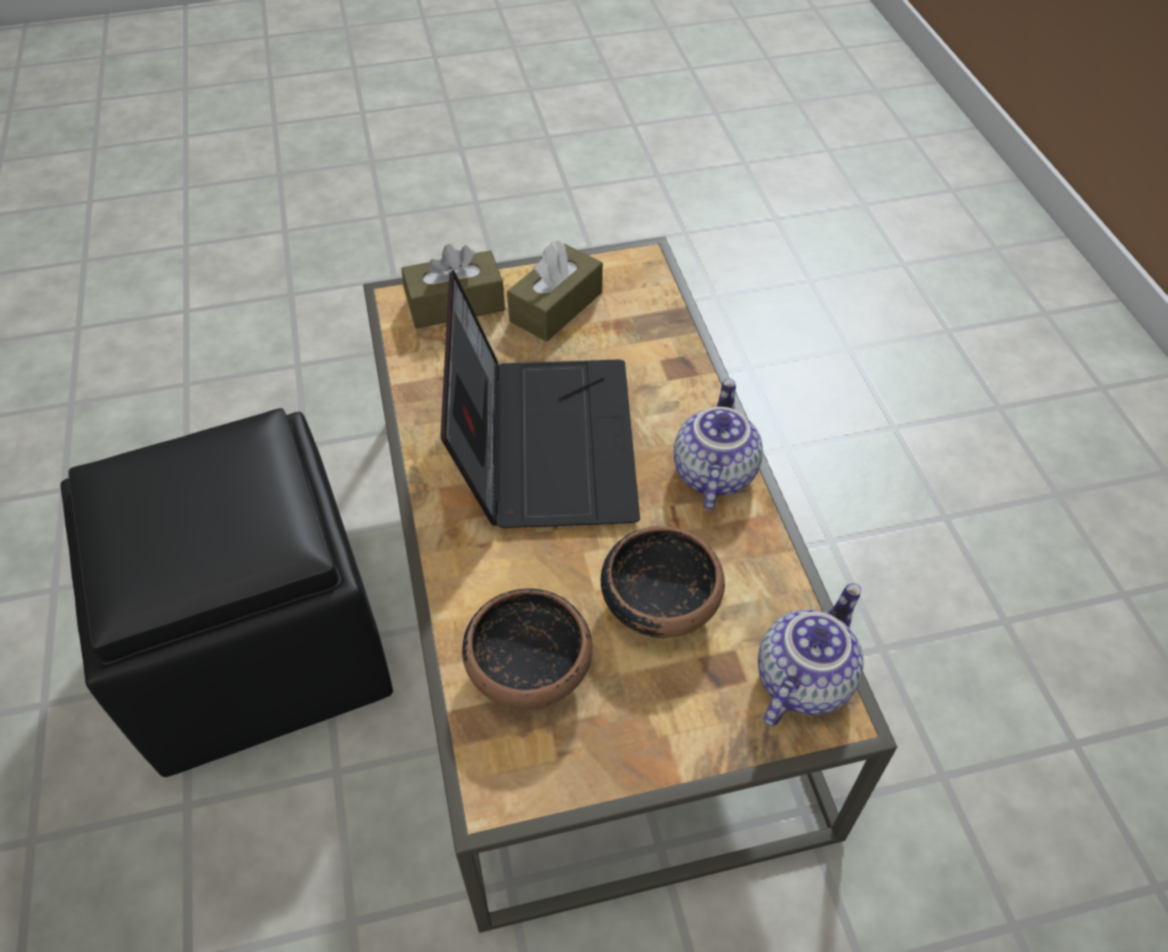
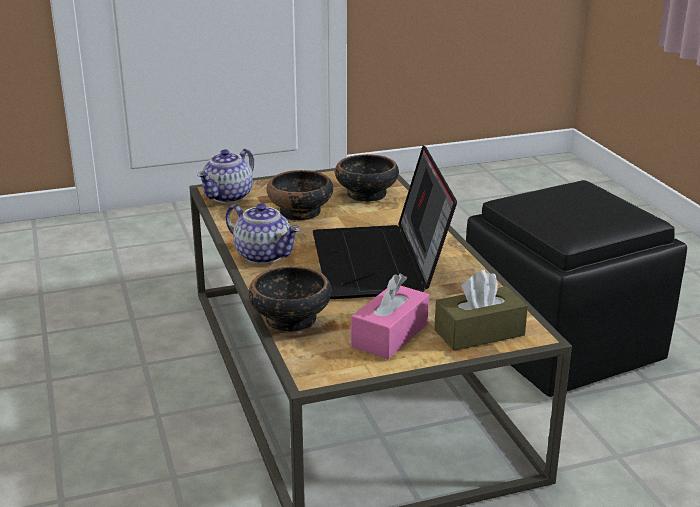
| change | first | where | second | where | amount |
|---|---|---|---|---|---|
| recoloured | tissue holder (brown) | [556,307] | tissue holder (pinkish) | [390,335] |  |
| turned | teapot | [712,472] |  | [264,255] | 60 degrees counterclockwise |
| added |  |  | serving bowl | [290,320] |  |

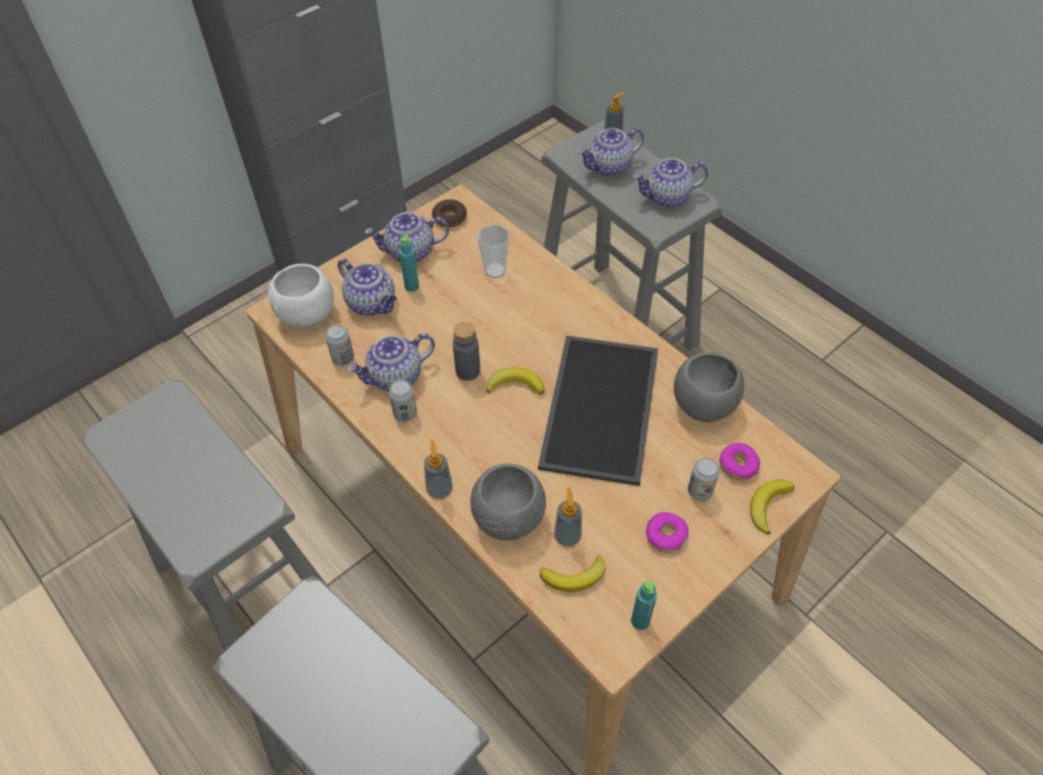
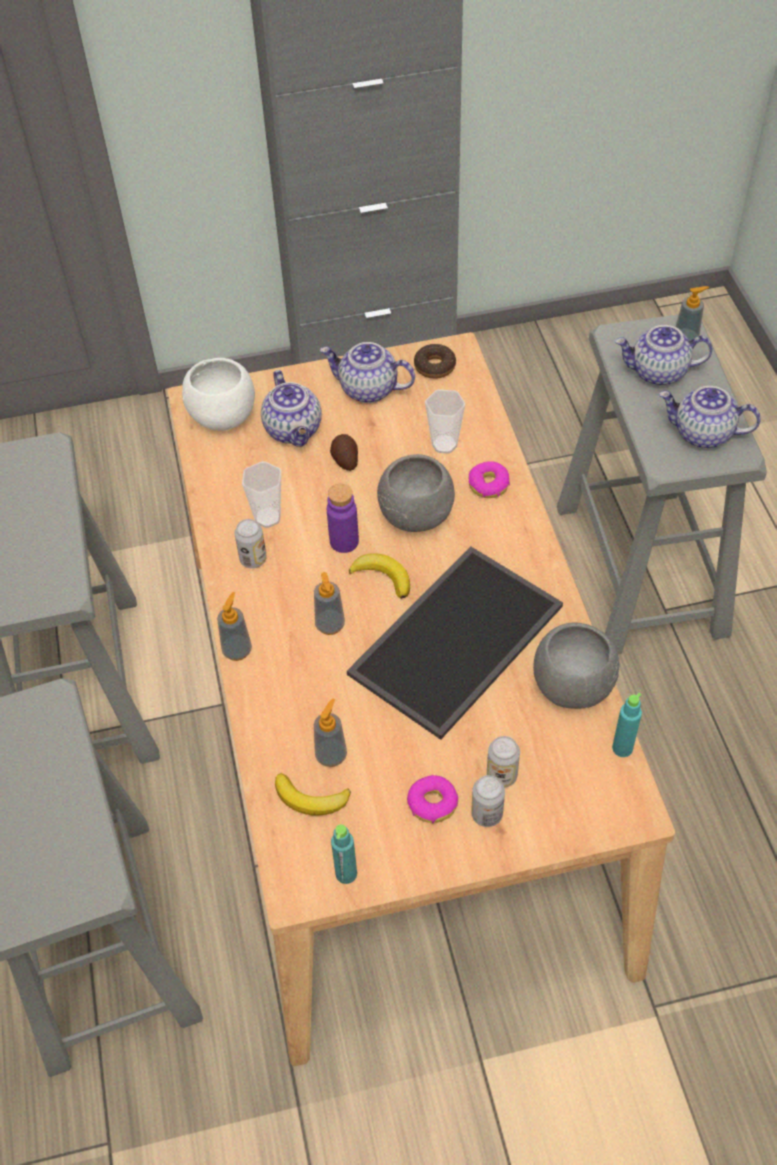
| change | first | where | second | where | amount |
|---|---|---|---|---|---|
| moved | bottle (turquoise-coloured) | [412,286] |  | [622,748] |  |
| recoloured | bottle (gray) | [468,371] | bottle (purple) | [344,541] |  |
| moved | can | [343,358] |  | [487,814] |  |
| replaced | teapot | [395,377] | cup | [268,517] |  |
| moved | ring doughnut | [738,465] |  | [488,485] |  |
| moved | serving bowl (gray) | [509,518] |  | [417,516] |  |
| removed | whole banana | [768,505] |  |  |  |
| added |  |  | whole potato | [345,459] |  |
| added |  |  | soap dispenser | [330,625] |  |

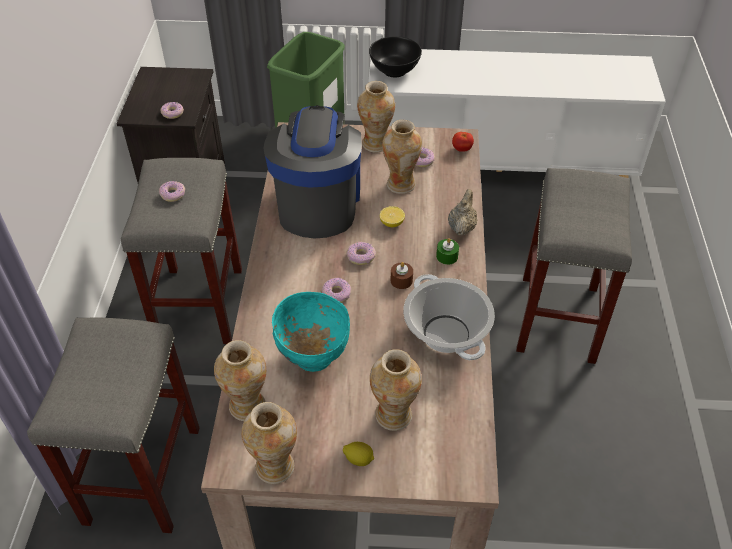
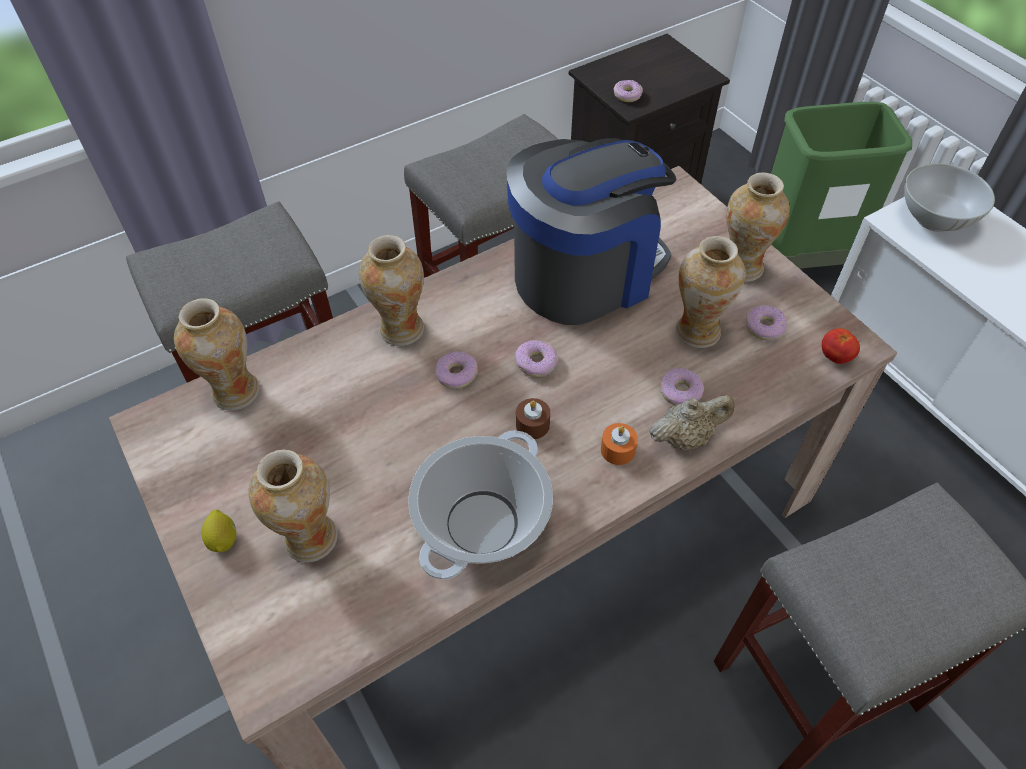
| change | first | where | second | where | amount |
|---|---|---|---|---|---|
| recoloured | serving bowl (black-coloured) | [394,70] | serving bowl (white-coloured) | [934,218] |  |
| moved | ring doughnut | [173,194] |  | [680,392] |  |
| removed | whole lemon | [391,223] |  |  |  |
| recoloured | candle (greenish) | [447,256] | candle (orangey) | [618,450] |  |
| removed | serving bowl (turquoise-coloured) | [313,357] |  |  |  |
| moved | decorative vase | [275,467] |  | [401,329] |  |

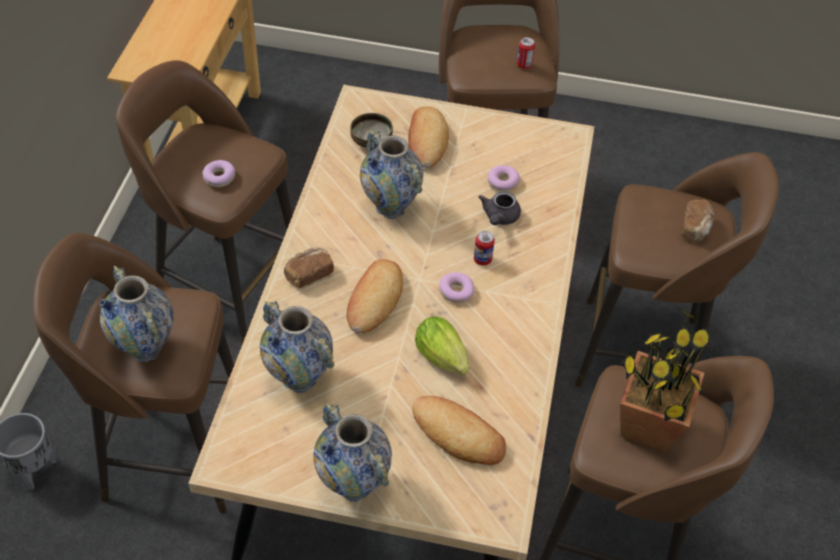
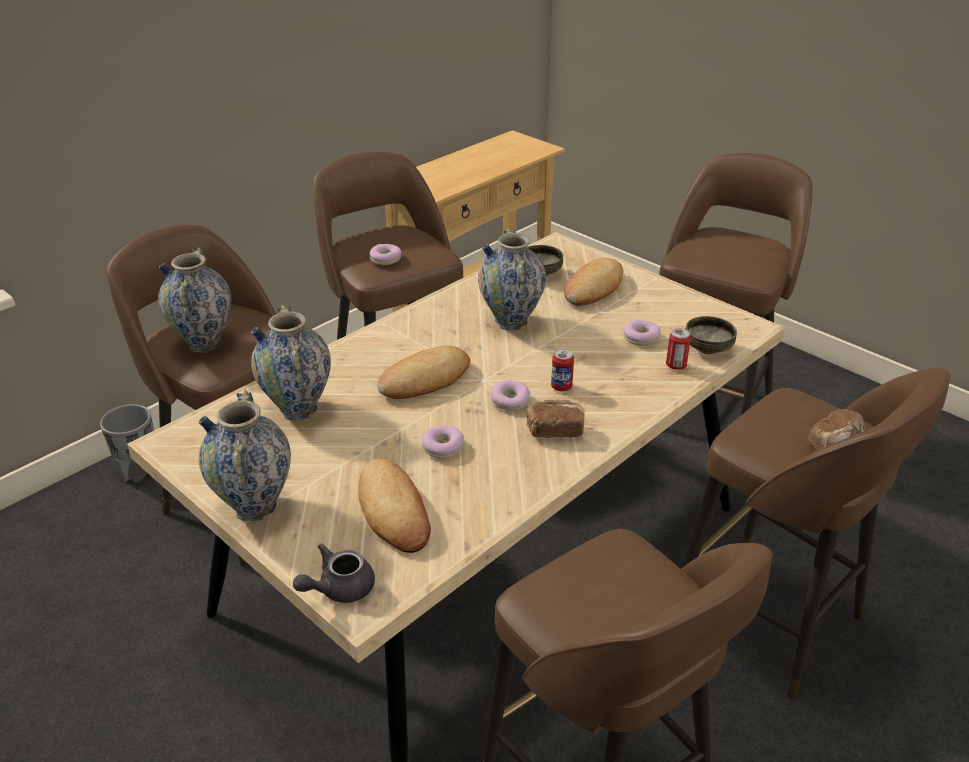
| change | first | where | second | where | amount |
|---|---|---|---|---|---|
| moved | can | [524,65] |  | [676,365] |  |
| moved | teapot (gray) | [499,218] |  | [338,588] |  |
| moved | bread | [308,274] |  | [555,430] |  |
| removed | potted plant | [648,426] |  |  |  |
| replaced | lettuce head | [444,359] | ring doughnut | [443,447] |  |
| added |  |  | serving bowl | [707,349] |  |

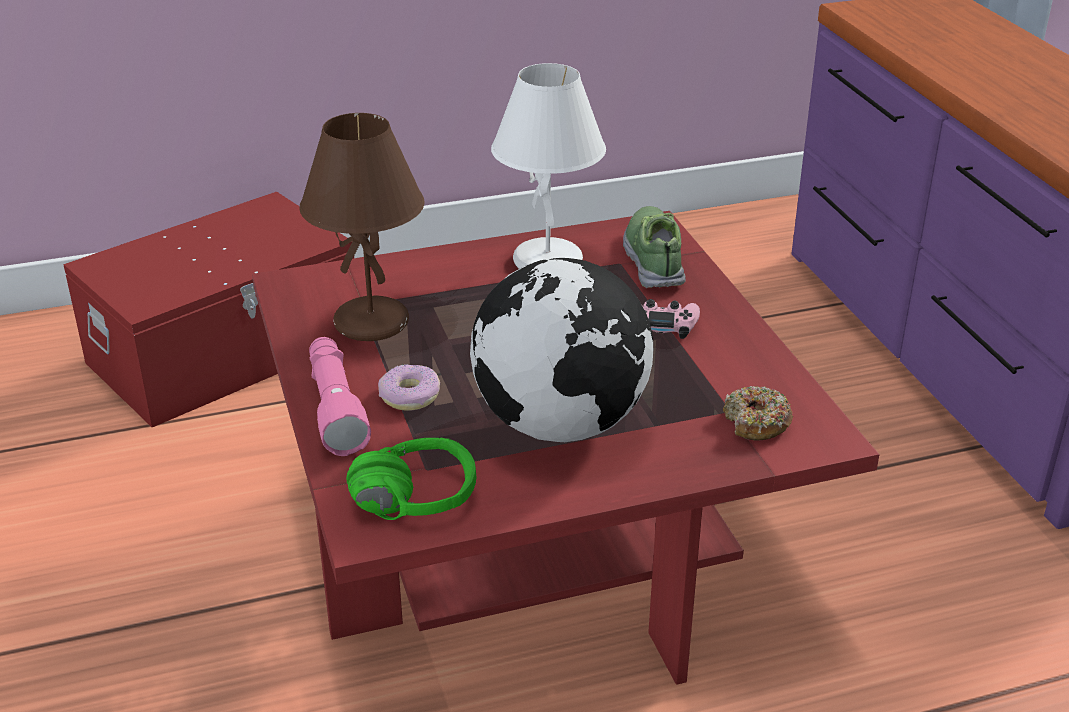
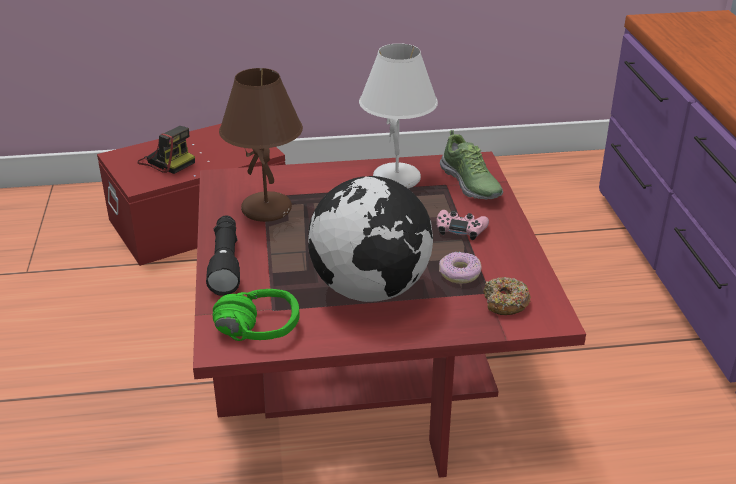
| change | first | where | second | where | amount |
|---|---|---|---|---|---|
| turned | item of footwear | [655,259] |  | [470,184] | 150 degrees clockwise |
| recoloured | torch (pinkish) | [335,407] | torch (black-coloured) | [226,263] |  |
| moved | ring doughnut | [409,396] |  | [459,273] |  |
| added |  |  | photo camera | [167,161] |  |

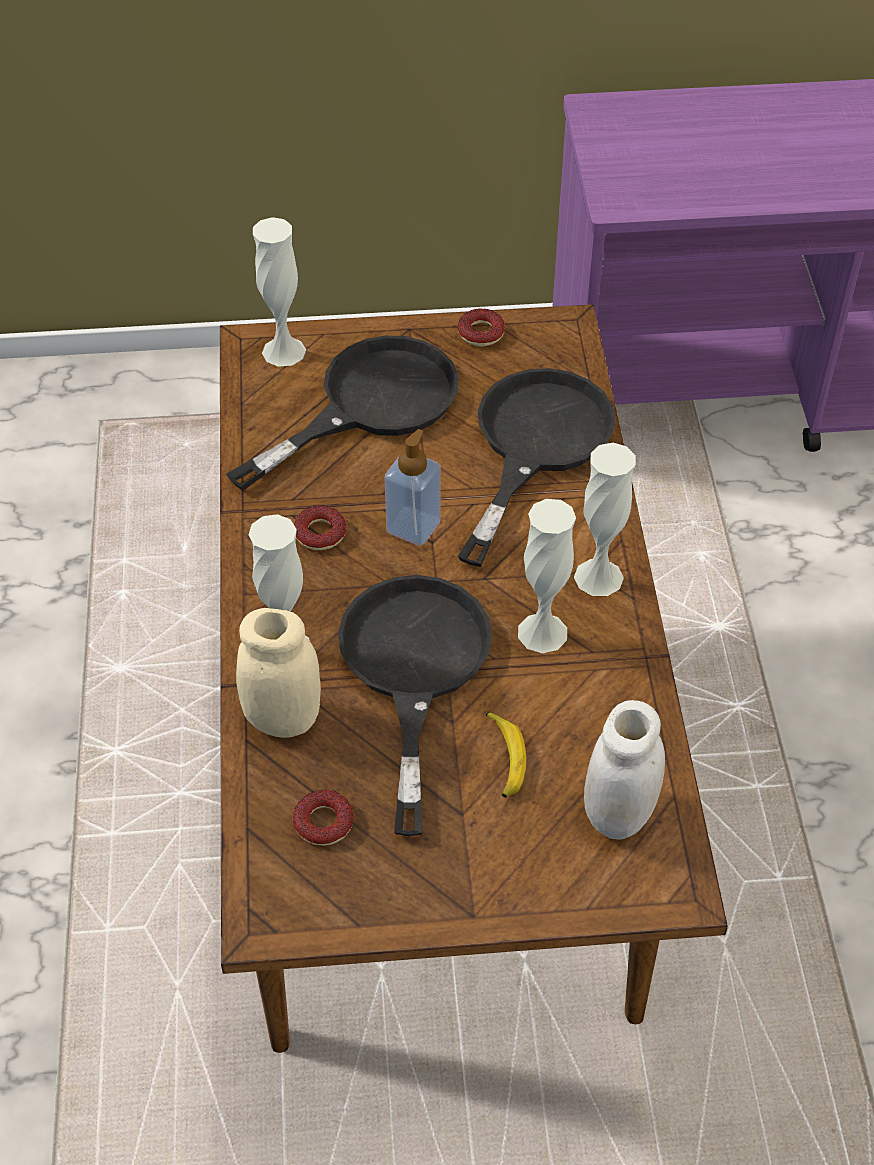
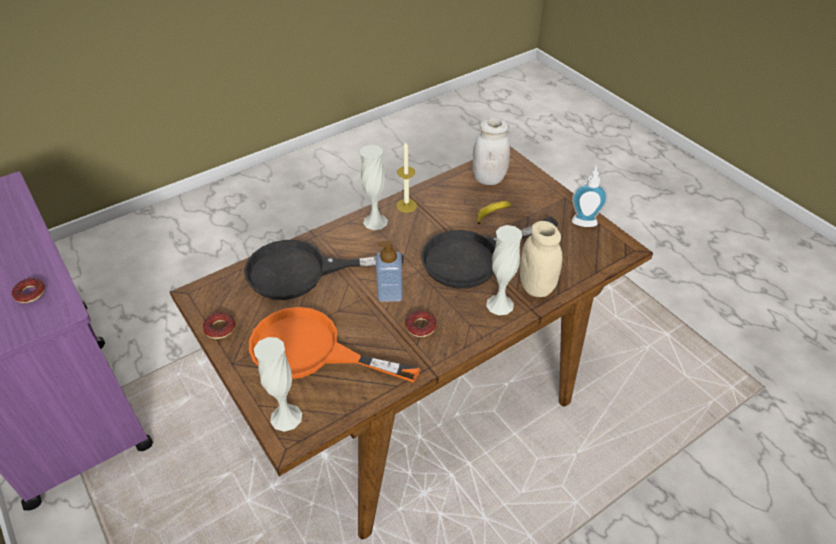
| change | first | where | second | where | amount |
|---|---|---|---|---|---|
| recoloured | pan (black-coloured) | [370,405] | pan (orangey) | [311,351] |  |
| removed | decorative vase (white-coloured) | [542,632] |  |  |  |
| moved | ring doughnut | [323,822] |  | [30,293] |  |
| added |  |  | candle | [406,205] |  |
| added |  |  | soap dispenser | [584,220] |  |

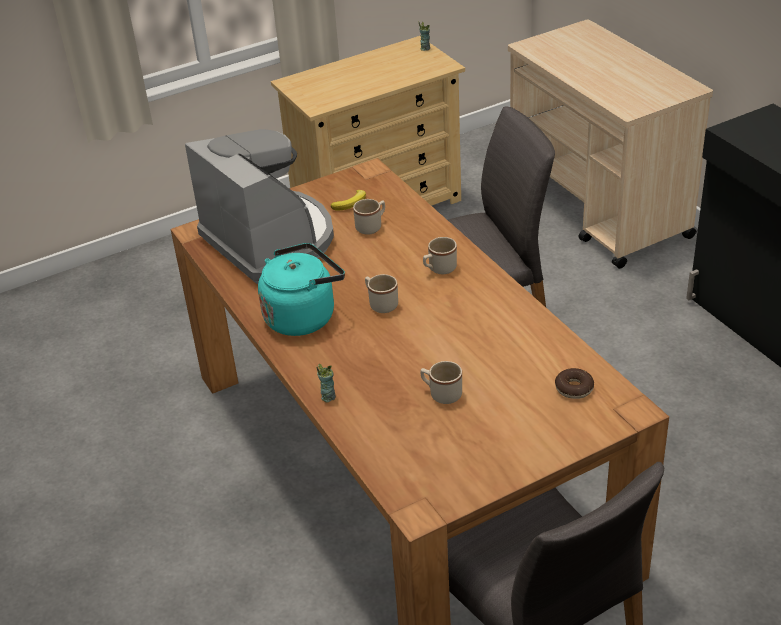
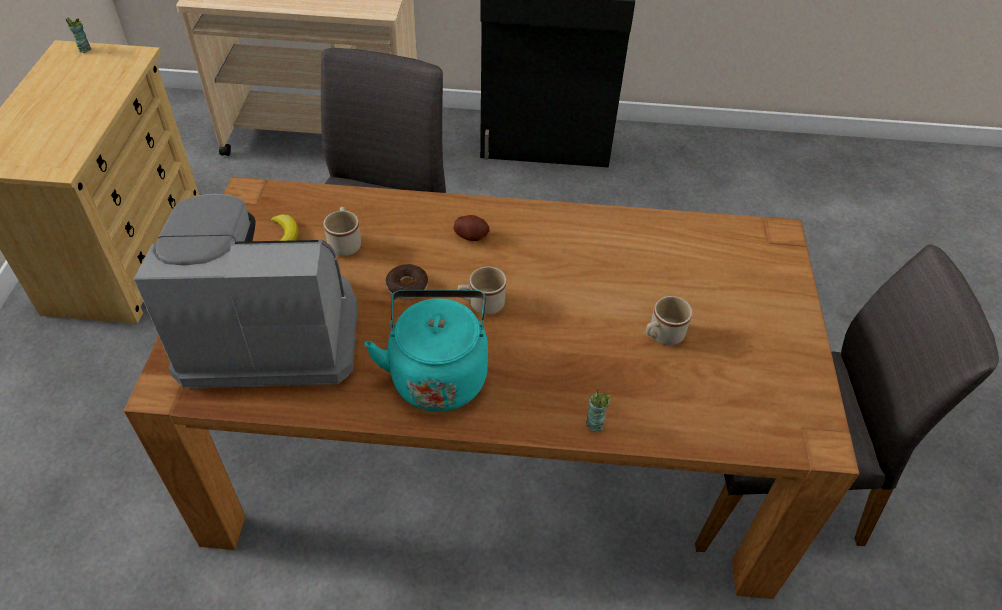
| change | first | where | second | where | amount |
|---|---|---|---|---|---|
| replaced | coffee mug (beige-coloured) | [439,269] | whole potato | [471,236] |  |
| moved | ring doughnut | [574,388] |  | [407,286] |  |

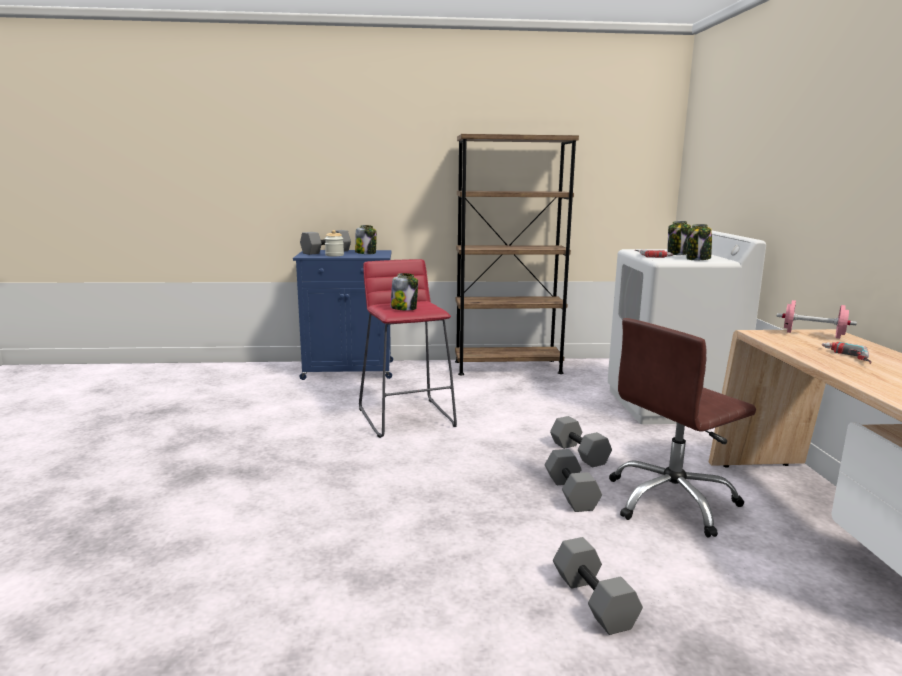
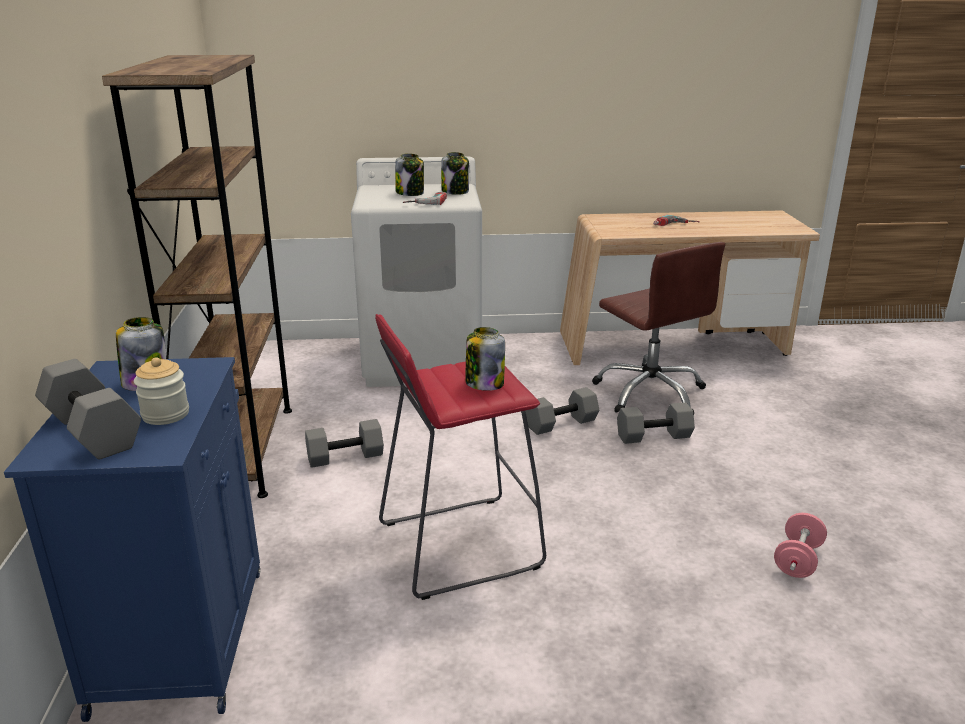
| change | first | where | second | where | amount |
|---|---|---|---|---|---|
| moved | hand weight (pinkish) | [812,335] |  | [797,560] |  |
| moved | hand weight (gray) | [595,601] |  | [346,456] |  |

